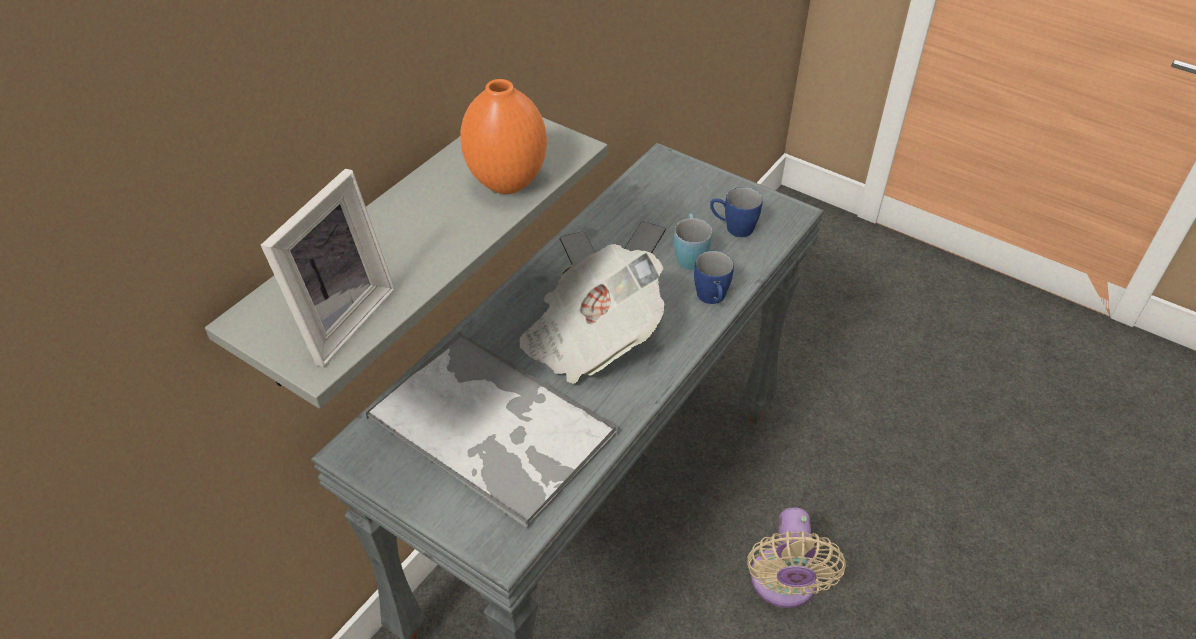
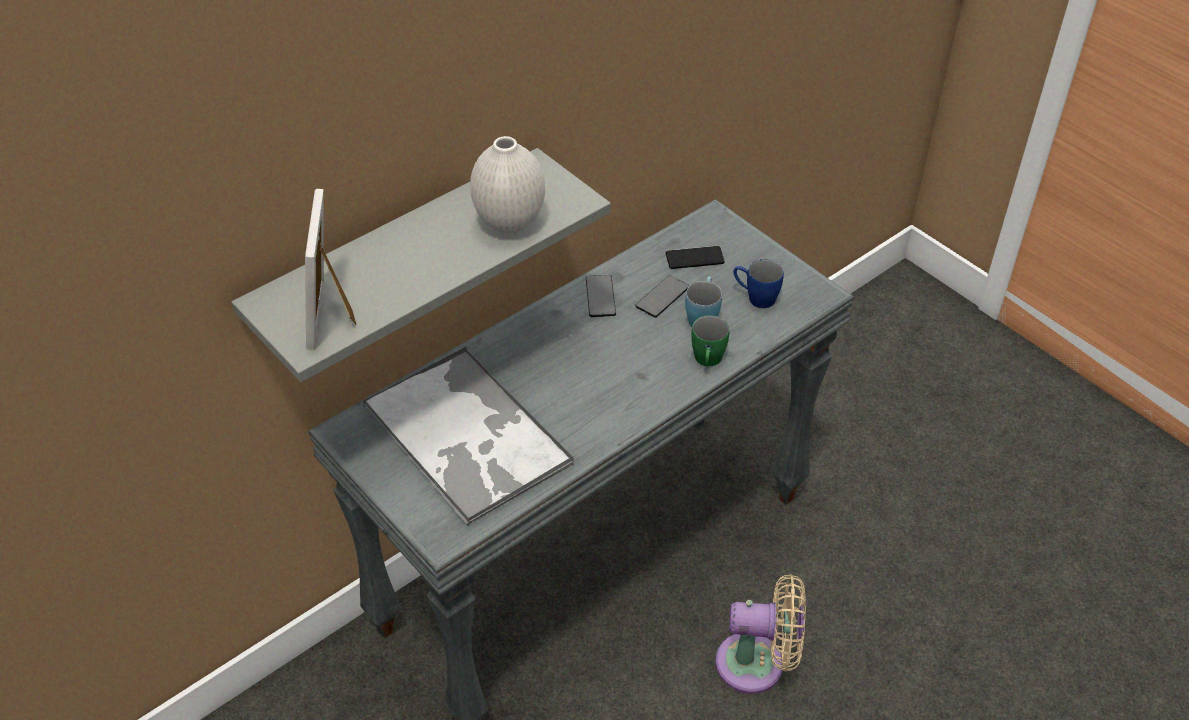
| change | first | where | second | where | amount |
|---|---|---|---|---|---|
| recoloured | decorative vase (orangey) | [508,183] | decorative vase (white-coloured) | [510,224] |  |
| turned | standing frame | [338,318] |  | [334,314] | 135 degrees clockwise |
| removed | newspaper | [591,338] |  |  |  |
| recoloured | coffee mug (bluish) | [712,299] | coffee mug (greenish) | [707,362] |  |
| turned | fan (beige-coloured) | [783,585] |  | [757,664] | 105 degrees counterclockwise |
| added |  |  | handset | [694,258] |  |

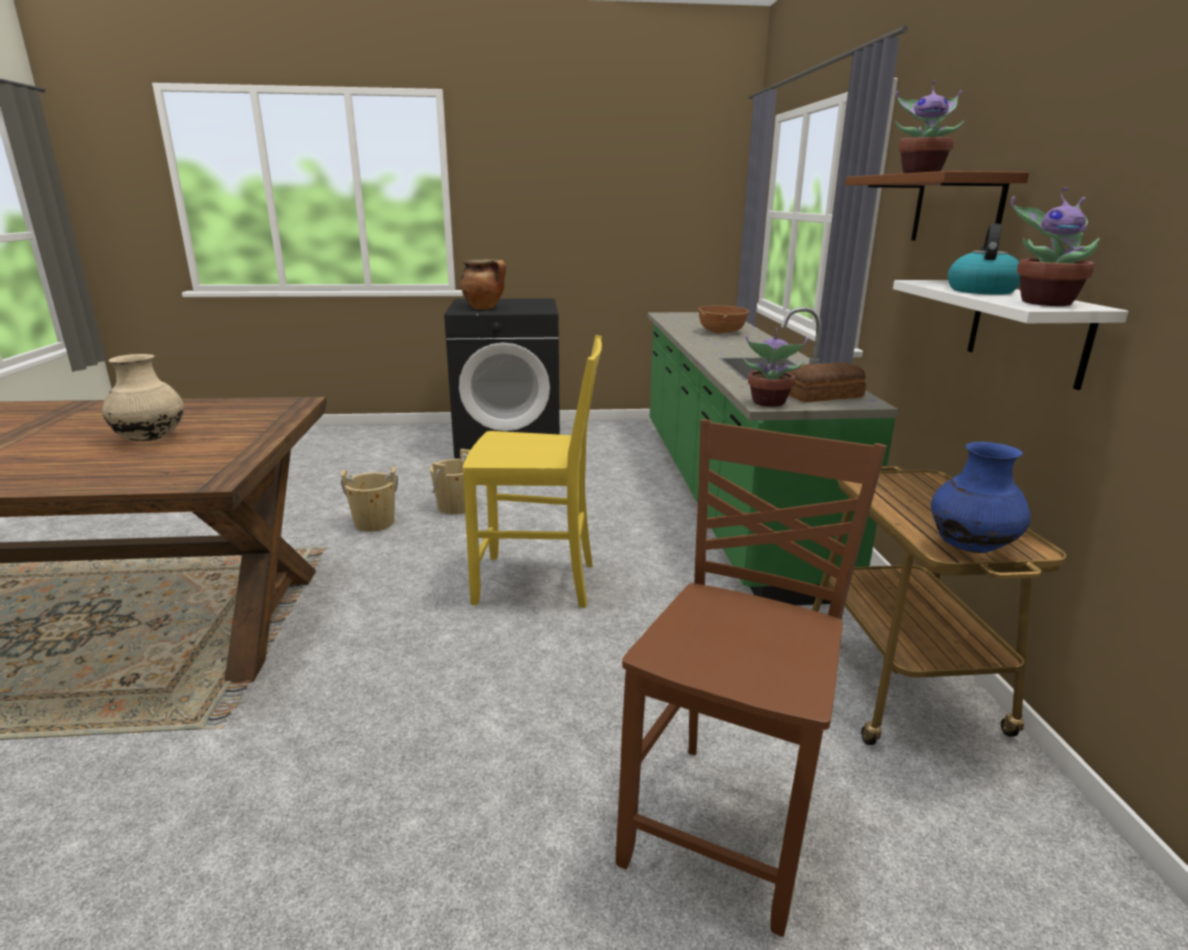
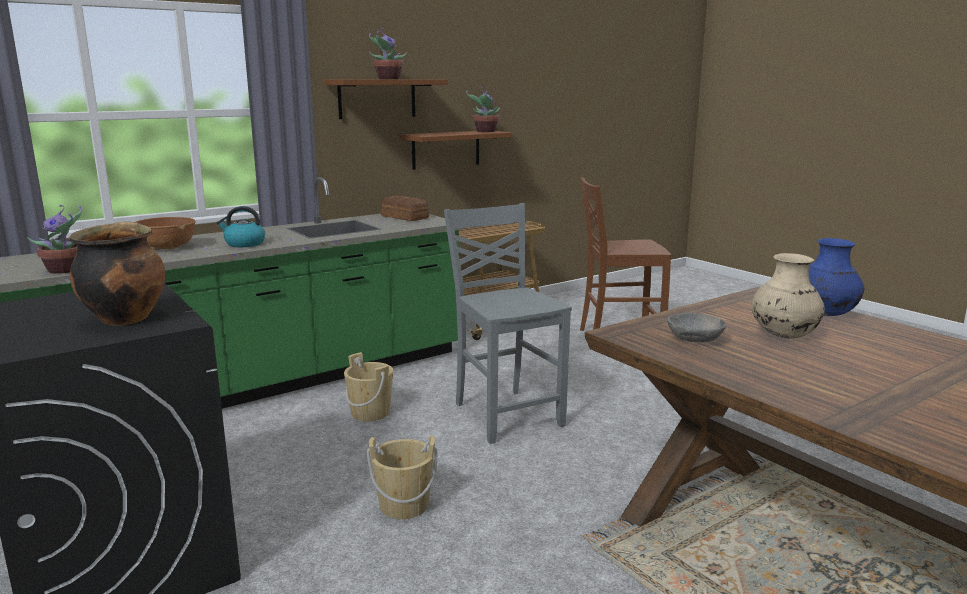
| change | first | where | second | where | amount |
|---|---|---|---|---|---|
| moved | water kettle | [981,291] |  | [244,244] |  |
| recoloured | shelf (white-coloured) | [1027,331] | shelf (brown) | [446,149] |  |
| moved | potted plant | [768,403] |  | [66,270] |  |
| recoloured | chair (yellow) | [538,583] | chair (gray) | [506,414] |  |
| moved | decorative vase (bluish) | [970,547] |  | [825,314] |  |
| moved | pail (beige-coloured) | [374,523] |  | [370,413] |  |
| added |  |  | serving bowl (gray) | [695,341] |  |

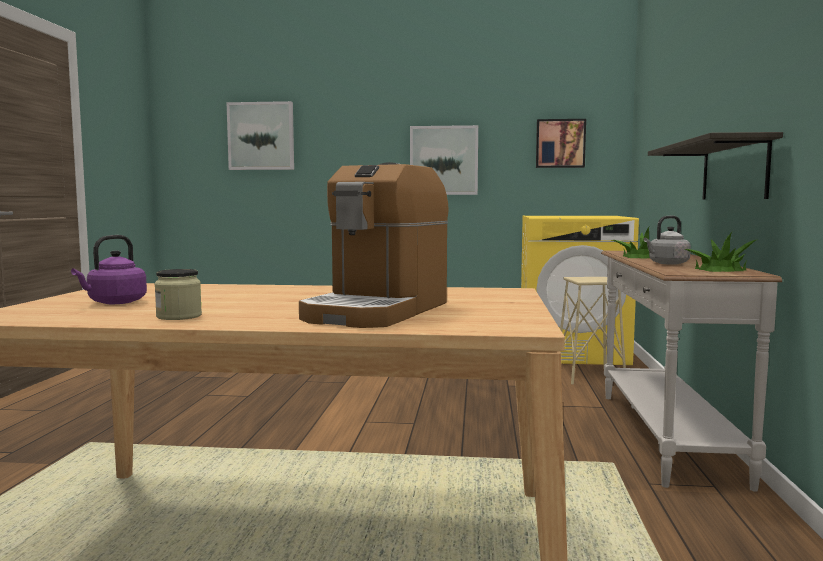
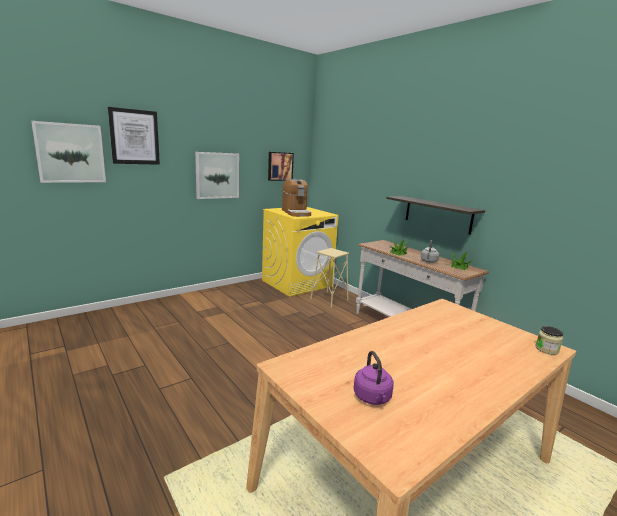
| change | first | where | second | where | amount |
|---|---|---|---|---|---|
| moved | coffee machine | [377,311] |  | [296,213] |  |
| moved | storage jar | [179,316] |  | [546,349] |  |
| added |  |  | wall picture | [134,137] |  |

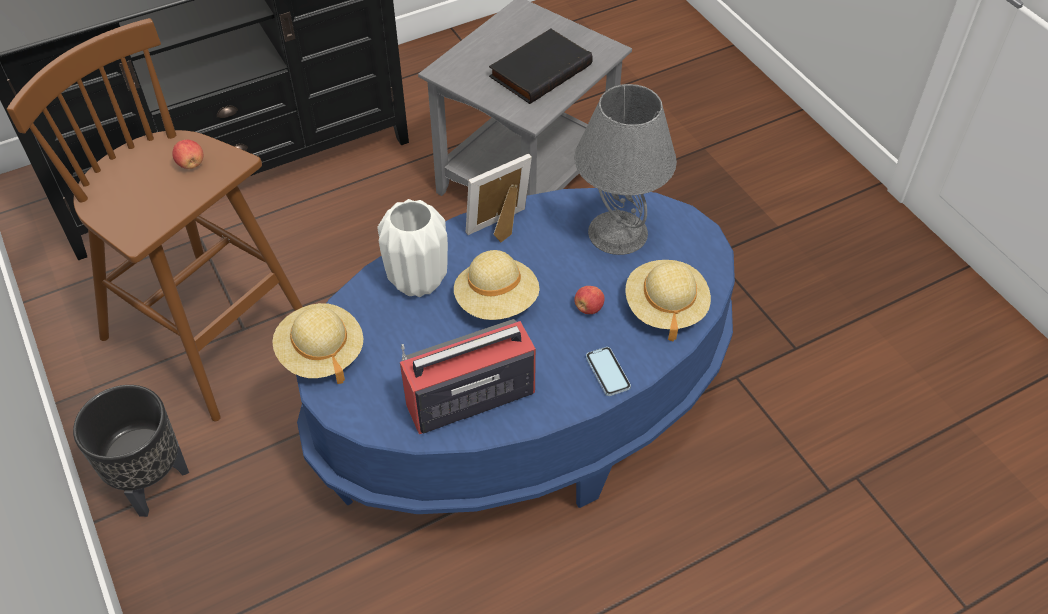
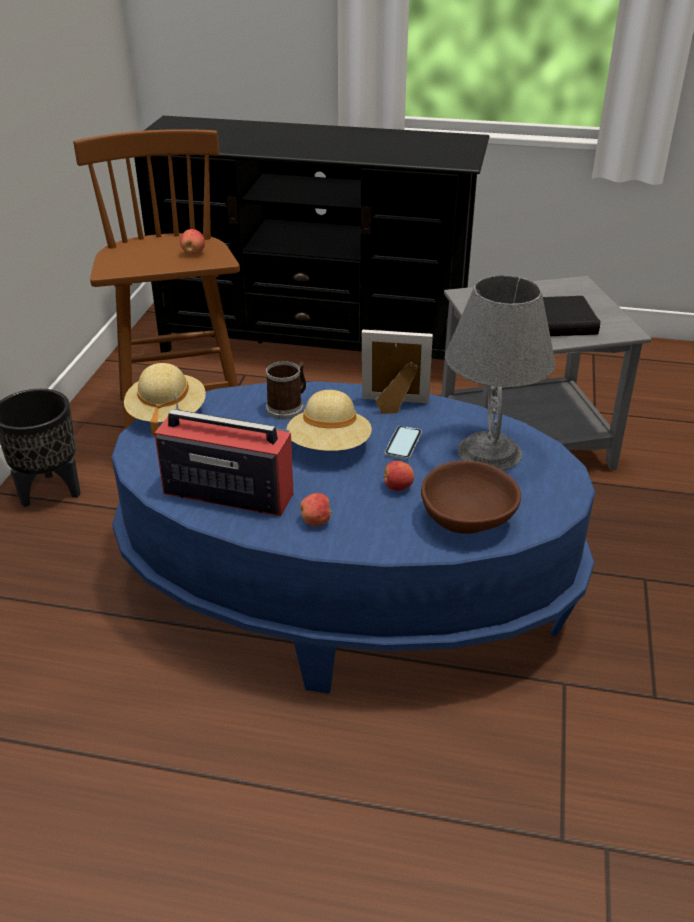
| change | first | where | second | where | amount |
|---|---|---|---|---|---|
| replaced | decorative vase (white-coloured) | [417,281] | coffee mug | [288,407] |  |
| replaced | hat (beige-coloured) | [665,307] | serving bowl (brown) | [466,520] |  |
| moved | handset | [607,372] |  | [403,444] |  |
| added |  |  | apple | [316,521] |  |

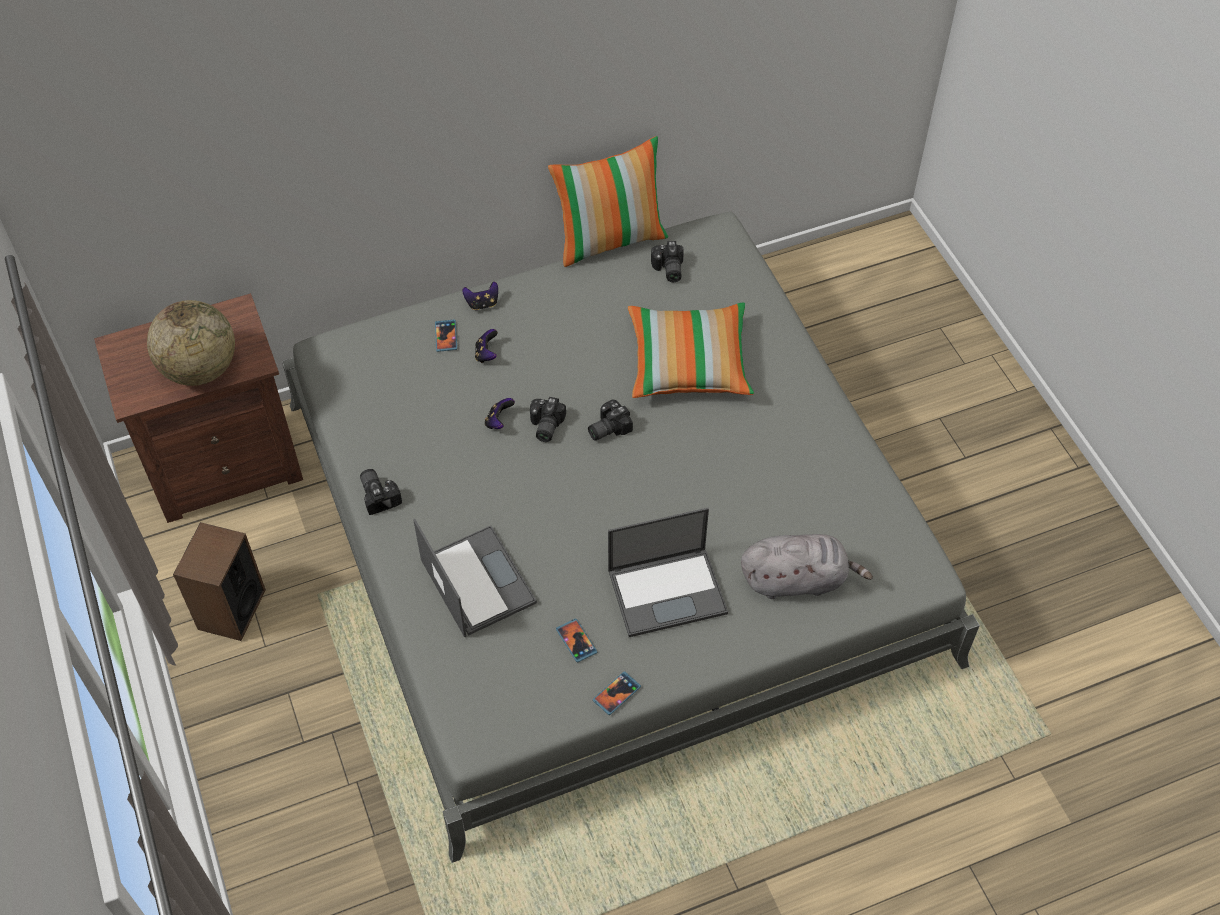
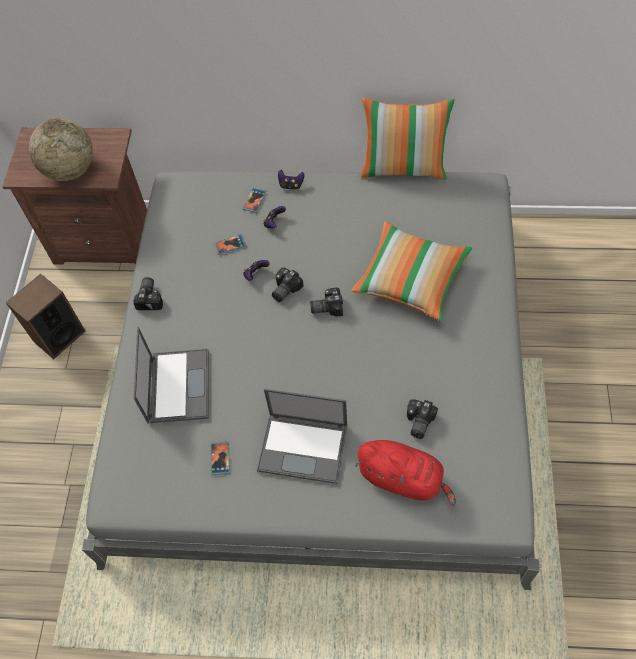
| change | first | where | second | where | amount |
|---|---|---|---|---|---|
| moved | photo camera | [667,270] |  | [418,422] |  |
| recoloured | cuddly toy (gray) | [797,579] | cuddly toy (red-coloured) | [403,478] |  |
| moved | handset | [616,694] |  | [230,245] |  |

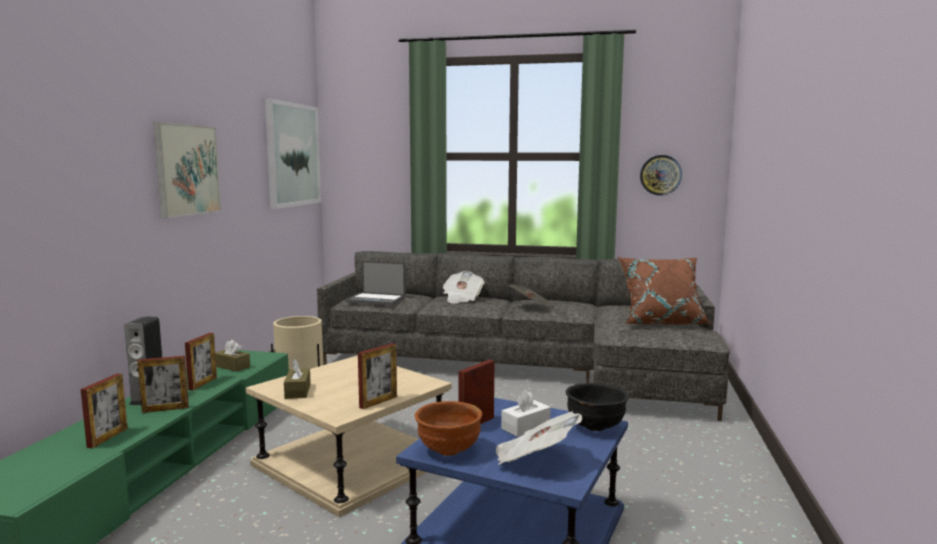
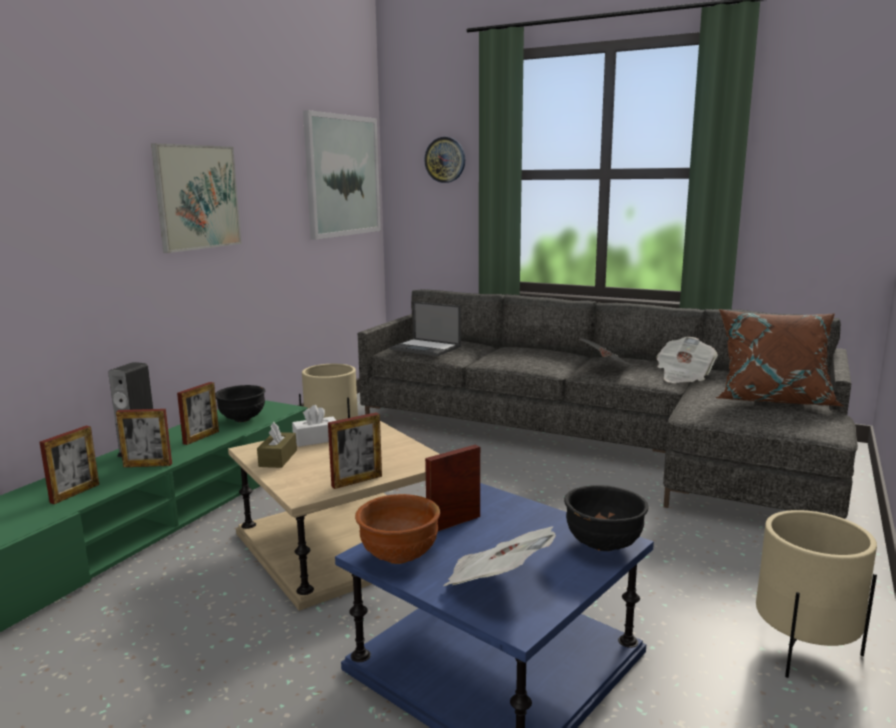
| change | first | where | second | where | amount |
|---|---|---|---|---|---|
| moved | clock on the wall | [660,175] |  | [445,160] |  |
| moved | newspaper | [462,299] |  | [683,376] |  |
| replaced | tissue holder (brown) | [232,366] | serving bowl (black-coloured) | [242,419] |  |
| moved | tissue holder (white-coloured) | [525,427] |  | [316,440] |  |
| added |  |  | flower pot (beige-coloured) | [803,649] |  |

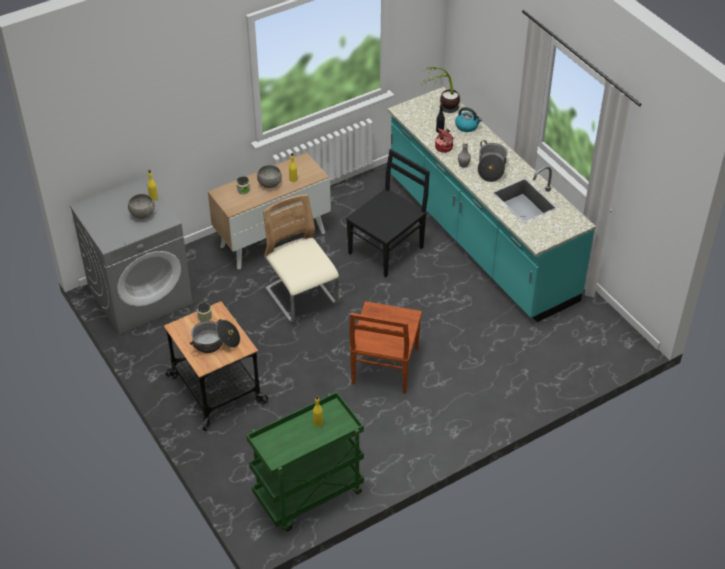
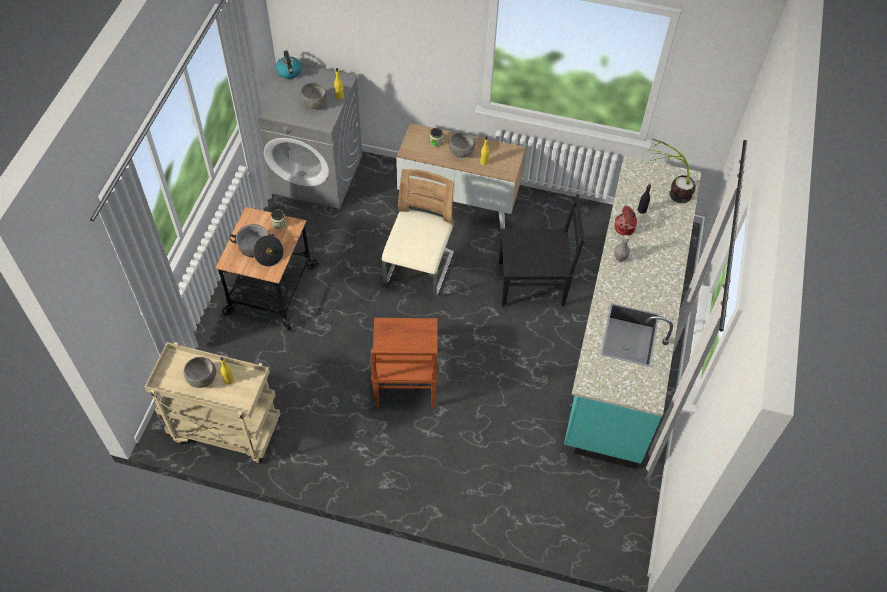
| change | first | where | second | where | amount |
|---|---|---|---|---|---|
| moved | water kettle | [467,126] |  | [289,72] |  |
| removed | cooking pot | [491,168] |  |  |  |
| turned | chair (brown) | [384,367] |  | [405,380] | 60 degrees counterclockwise |
| recoloured | wheeled cart (greenish) | [308,496] | wheeled cart (beige-coloured) | [225,431] |  |
| added |  |  | serving bowl (gray) | [202,378] |  |

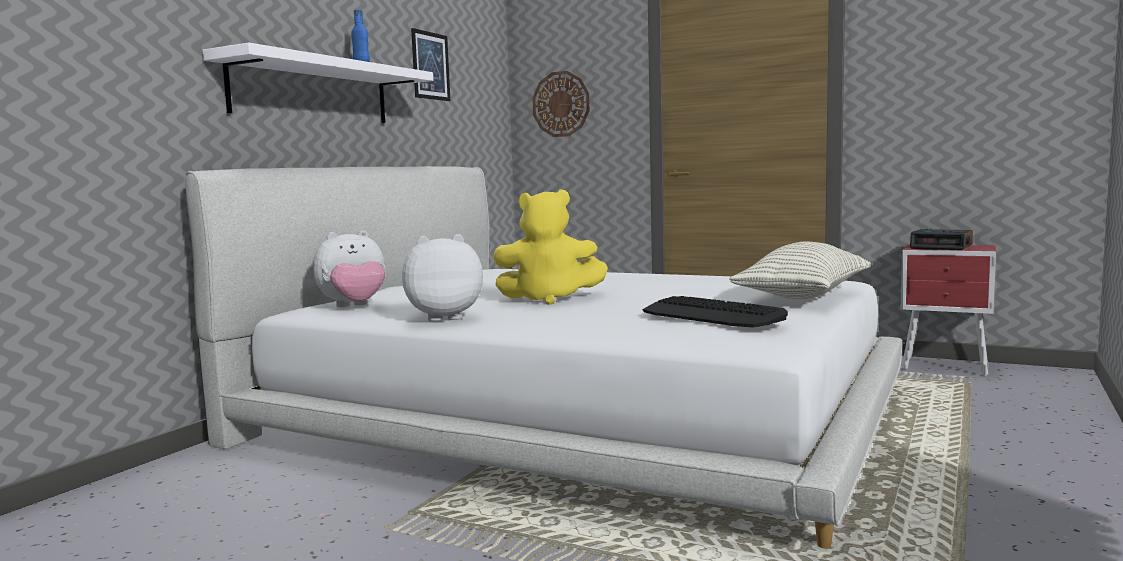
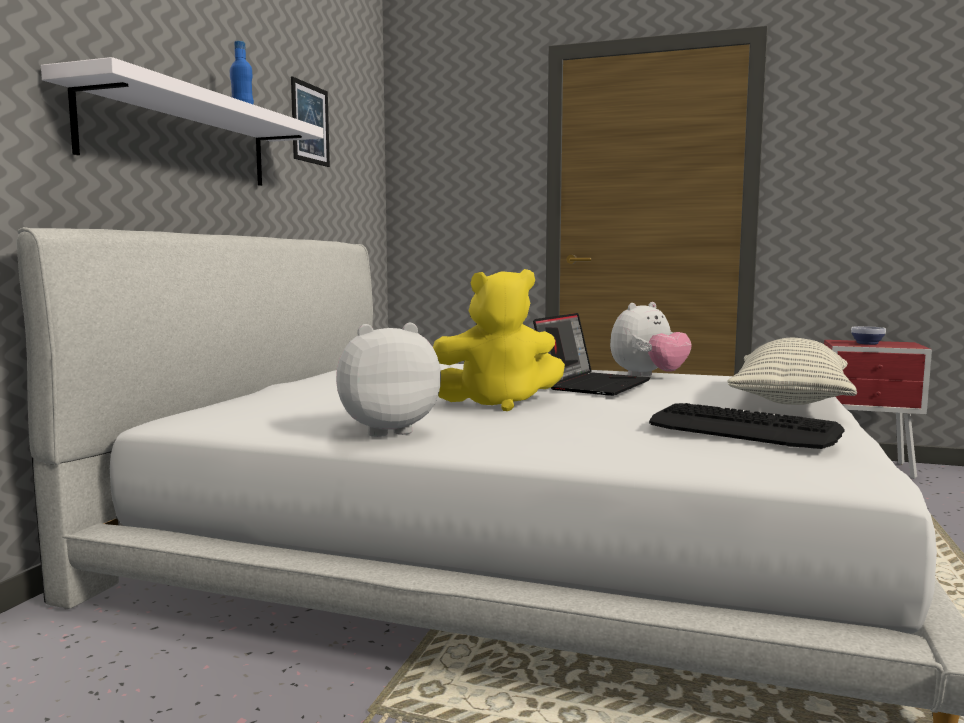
| change | first | where | second | where | amount |
|---|---|---|---|---|---|
| removed | clock on the wall | [561,104] |  |  |  |
| replaced | alarm clock | [942,247] | serving bowl | [868,343] |  |
| moved | cuddly toy | [354,307] |  | [648,377] |  |
| added |  |  | laptop | [592,384] |  |

